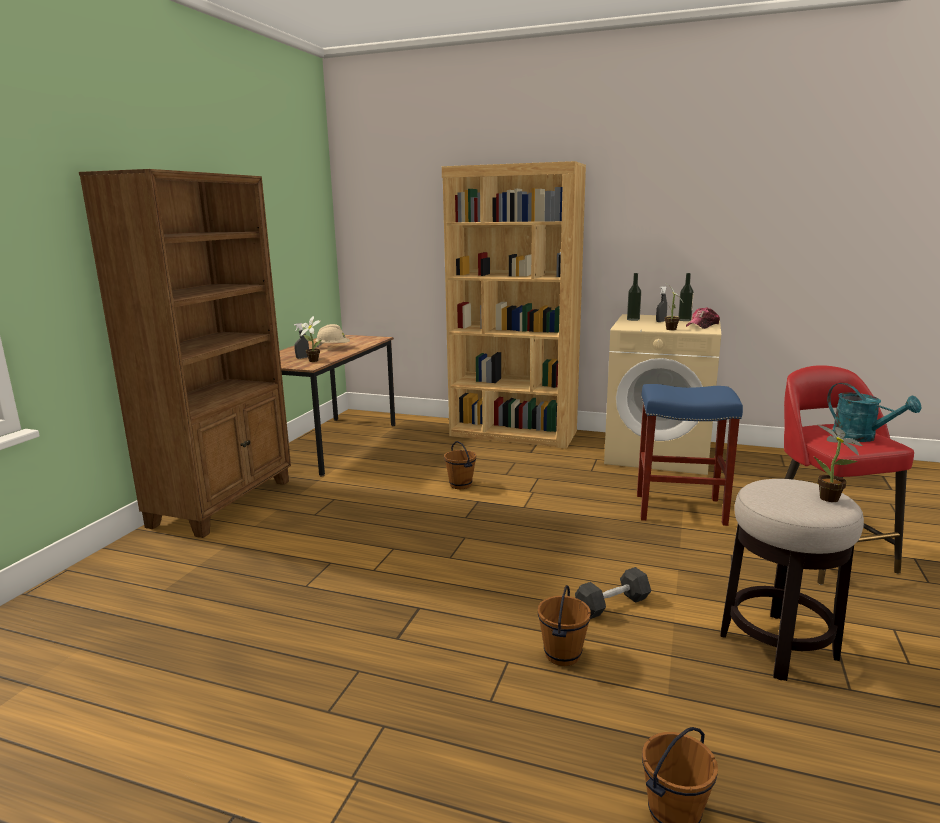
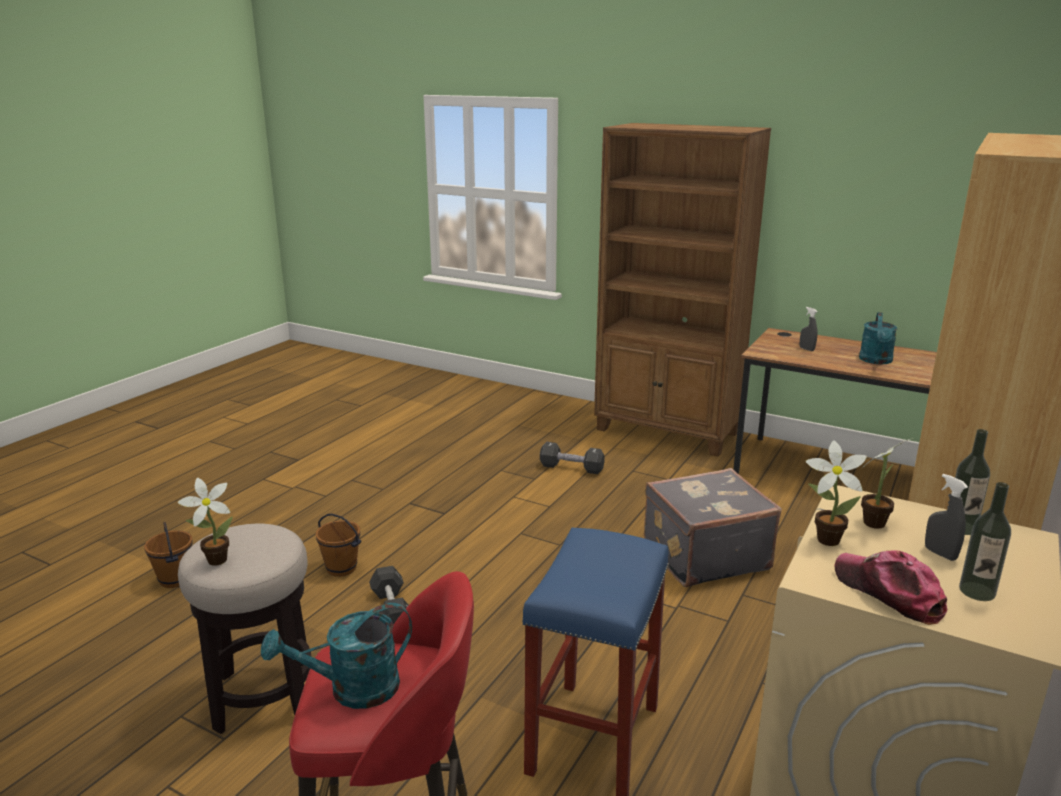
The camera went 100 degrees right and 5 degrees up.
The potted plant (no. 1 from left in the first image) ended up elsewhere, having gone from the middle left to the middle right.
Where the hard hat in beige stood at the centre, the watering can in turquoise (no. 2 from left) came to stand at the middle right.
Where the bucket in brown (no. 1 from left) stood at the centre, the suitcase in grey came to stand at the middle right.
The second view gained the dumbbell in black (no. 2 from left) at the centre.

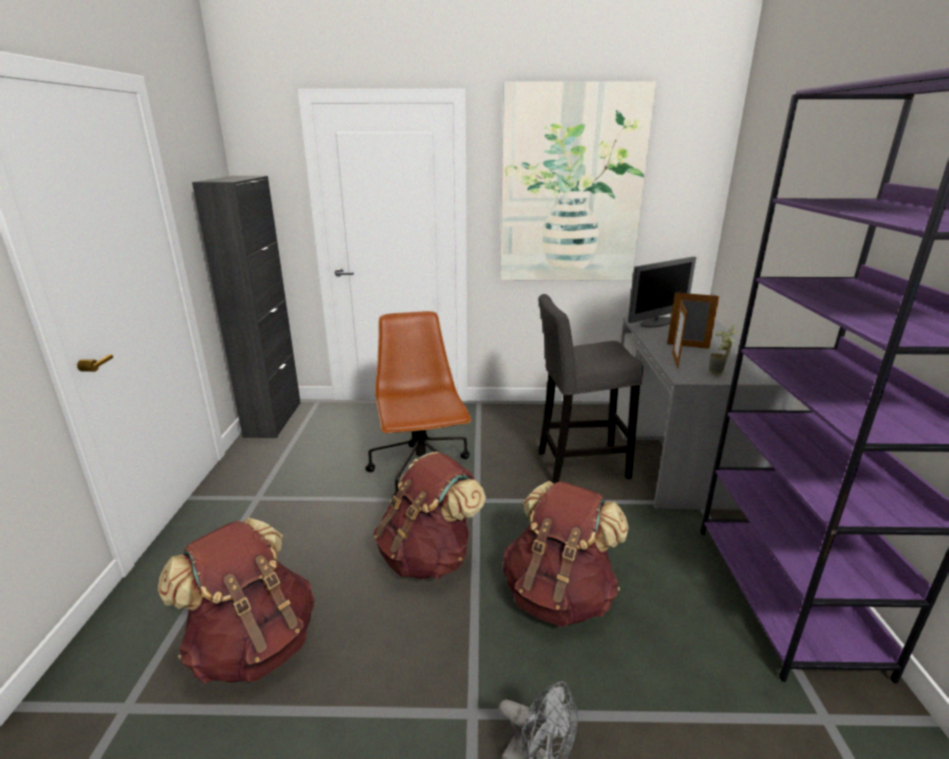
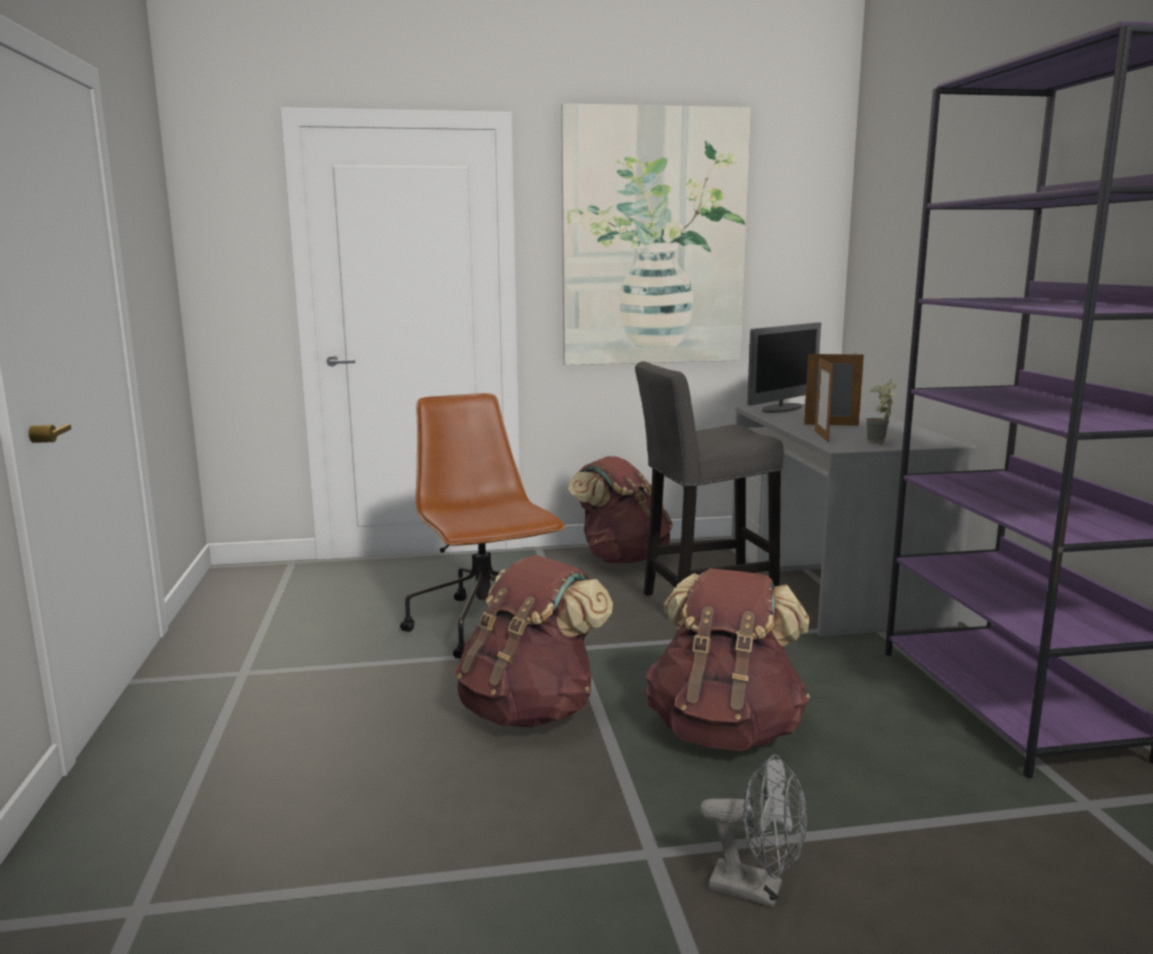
The camera went 10 degrees left and 10 degrees down.
The backpack in brown (no. 1 from left in the first image) ended up elsewhere, having gone from the bottom left to the centre.
The second view lost the cabinet in black at the middle left.

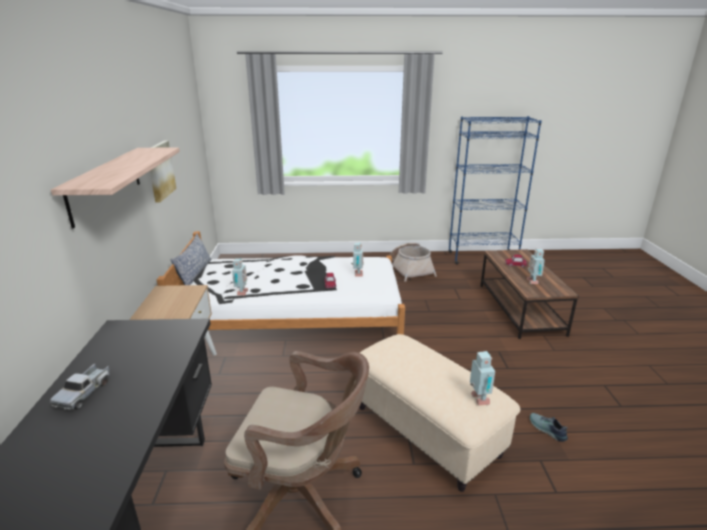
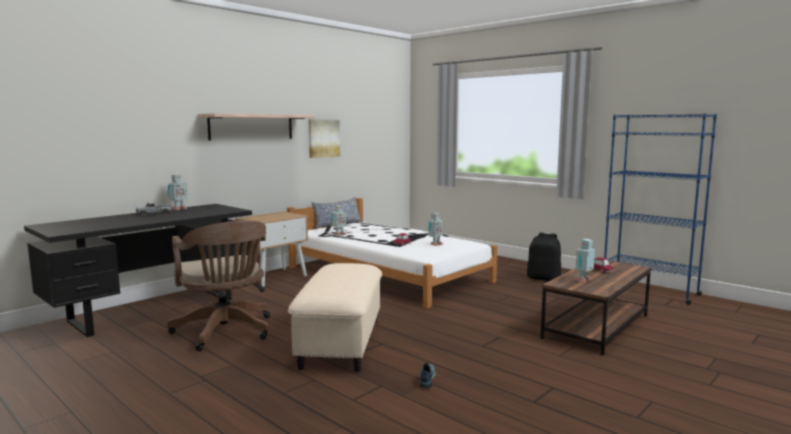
The camera went 45 degrees right and 15 degrees down.
Where the basket stood at the centre, the backpack in black came to stand at the middle right.
The toy robot (no. 3 from left in the first image) ended up elsewhere, having gone from the bottom right to the middle left.

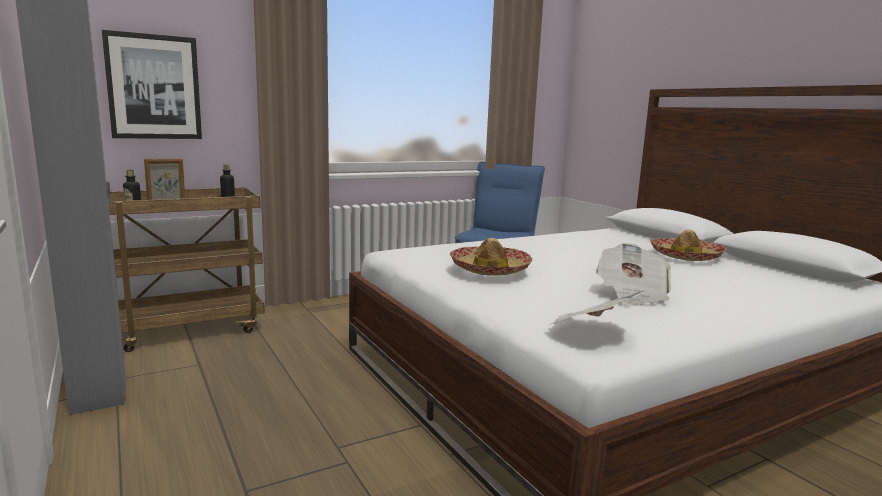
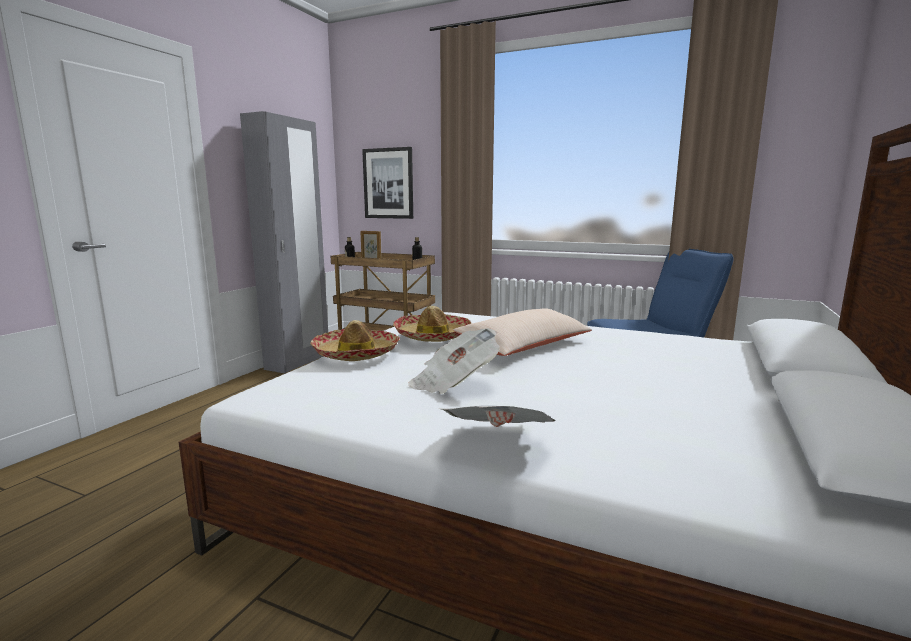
The camera went 55 degrees right and 0 degrees up.
The newspaper (no. 1 from left in the first image) ended up elsewhere, having gone from the middle right to the centre.
The hat (no. 2 from left in the first image) ended up elsewhere, having gone from the middle right to the centre.
The second view gained the pillow in beige at the centre.

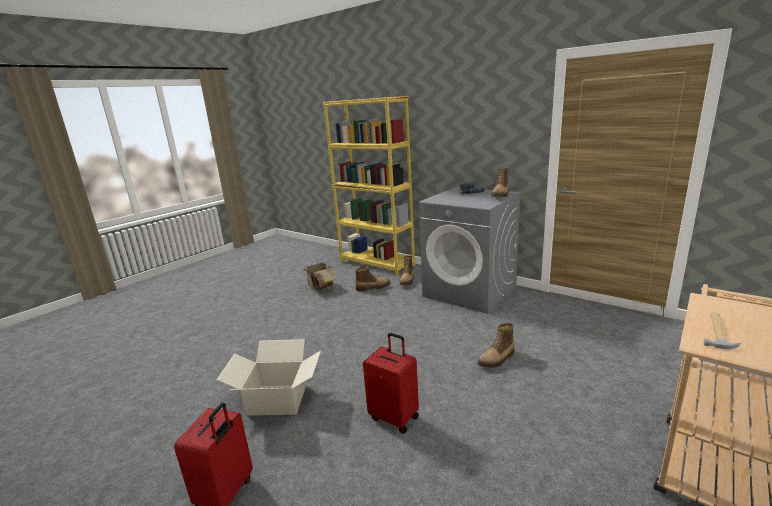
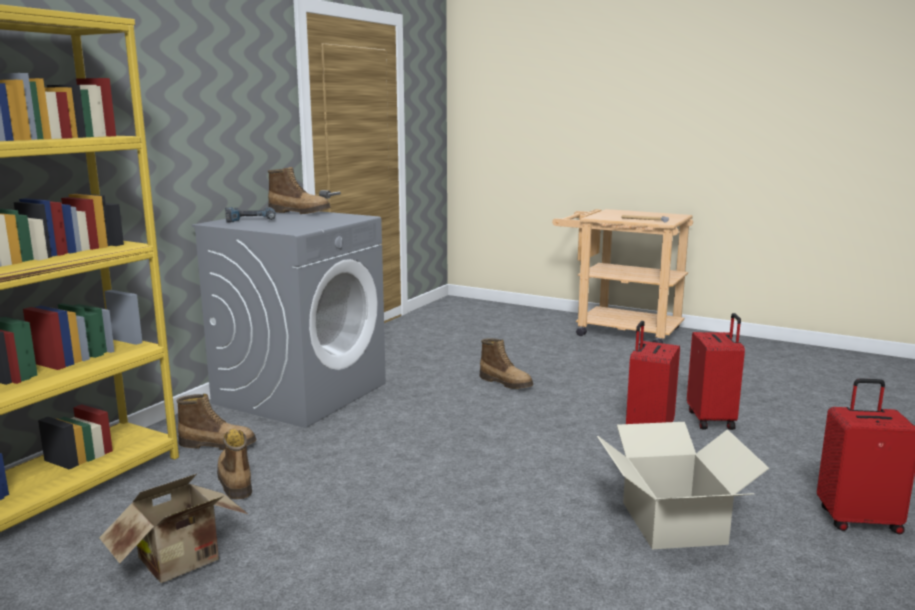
The camera went 100 degrees left and 5 degrees down.
The second view gained the suitcase in red (no. 2 from left) at the middle right.

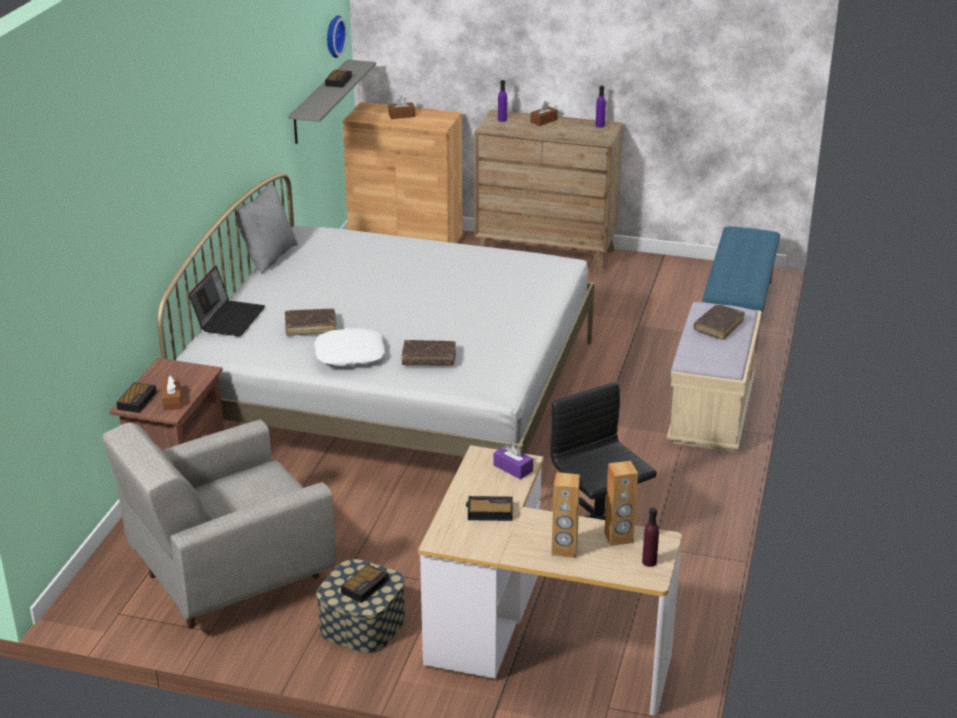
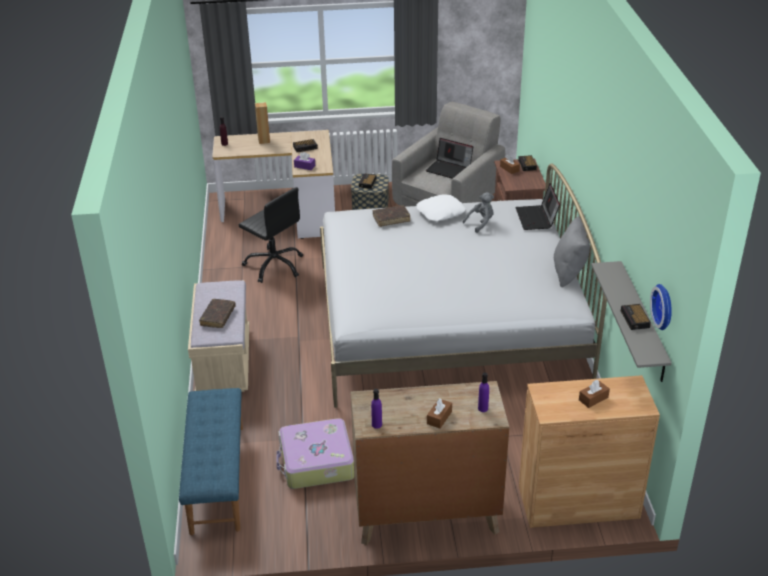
The camera went 160 degrees right and 5 degrees up.
Where the book in brown (no. 1 from left) stood at the middle left, the plush toy in grey came to stand at the centre.
The second view lost the speaker in brown (no. 2 from left) at the bottom centre.
The second view gained the suitcase at the bottom centre.
The second view gained the laptop (no. 1 from left) at the top centre.

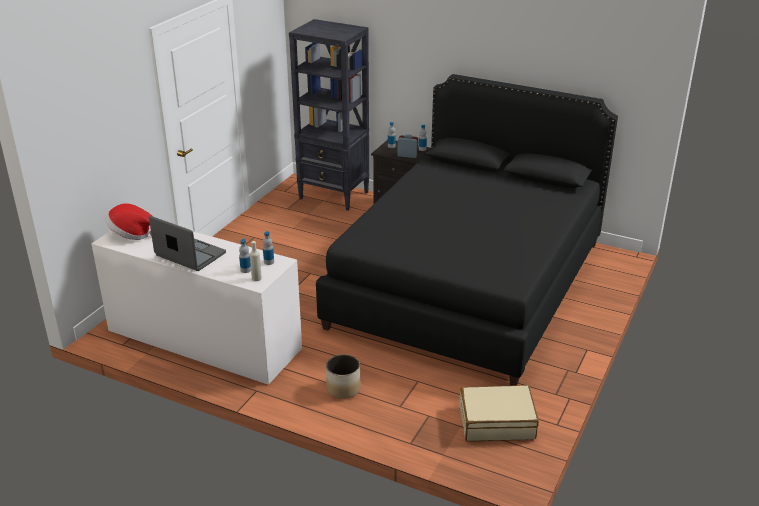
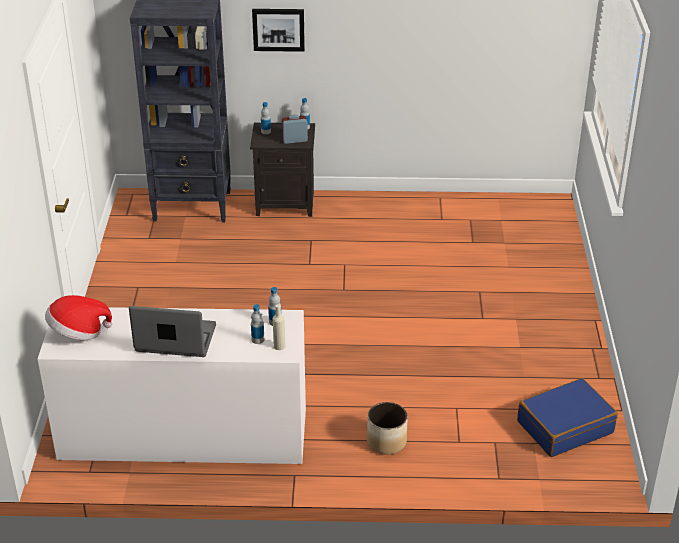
The camera went 25 degrees left and 5 degrees up.
The second view lost the bed in black at the centre.
What was the suitcase in beige at the bottom centre turned into the suitcase in blue at the bottom right.
The second view gained the picture at the top centre.

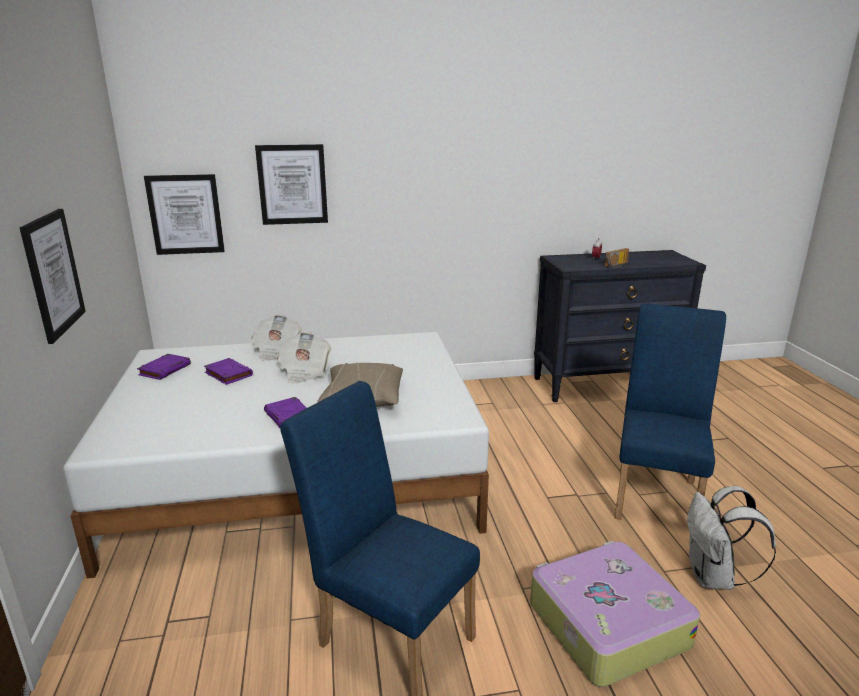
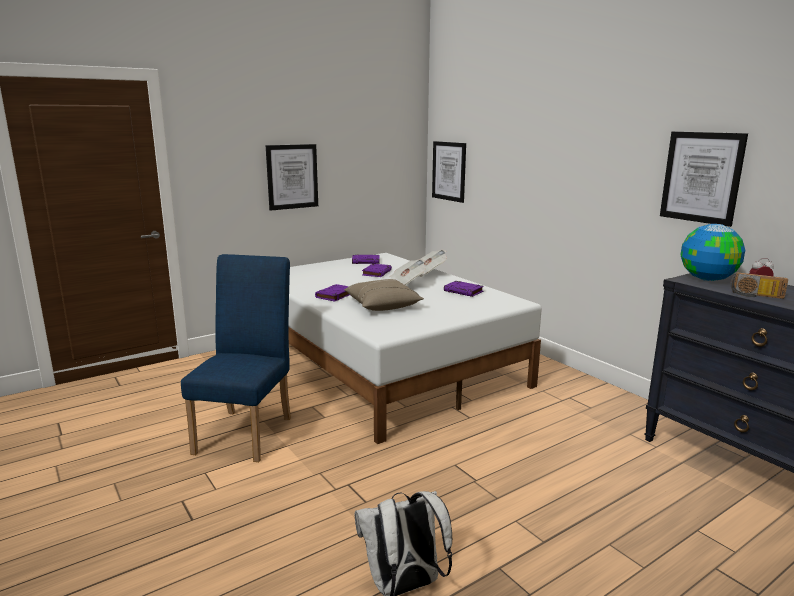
The camera went 65 degrees right and 5 degrees down.
The picture (no. 3 from left) ended up elsewhere, having gone from the top centre to the top right.
The second view lost the suitcase at the bottom right.
The second view lost the chair in blue (no. 2 from left) at the middle right.
The second view gained the book in purple (no. 4 from left) at the centre.
The second view gained the globe at the middle right.

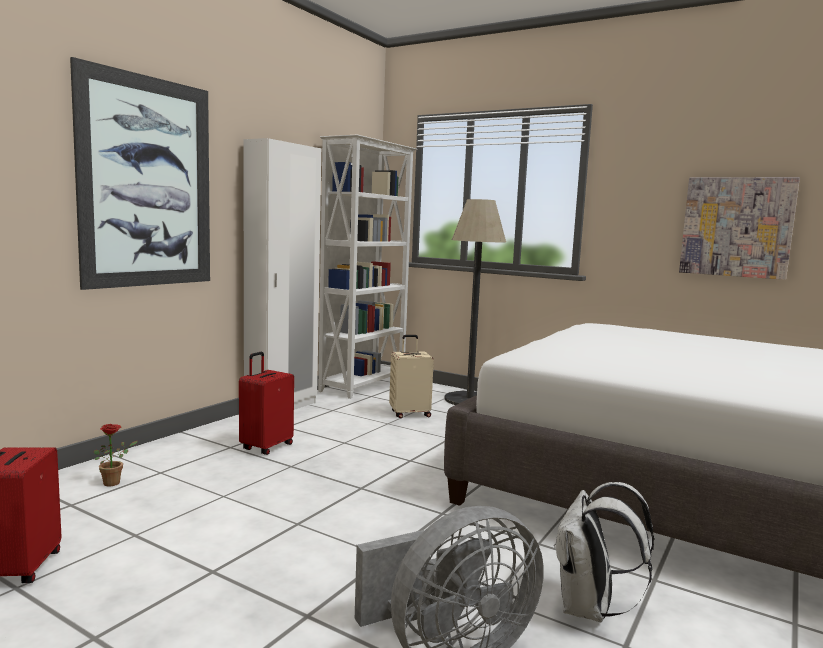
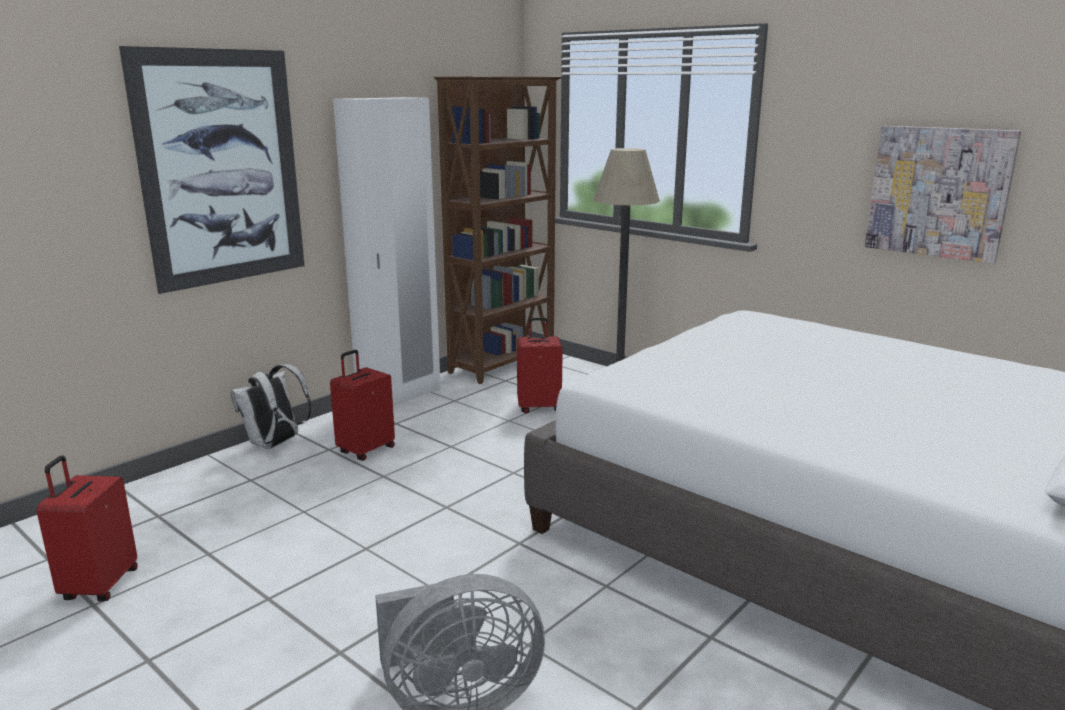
The camera went 10 degrees right and 10 degrees up.
The second view lost the potted plant at the bottom left.
What was the bookcase in white at the centre turned into the bookcase in brown at the top centre.
What was the suitcase in beige at the centre turned into the suitcase in red (no. 3 from left) at the centre.
The backpack in white ended up elsewhere, having gone from the bottom right to the middle left.

